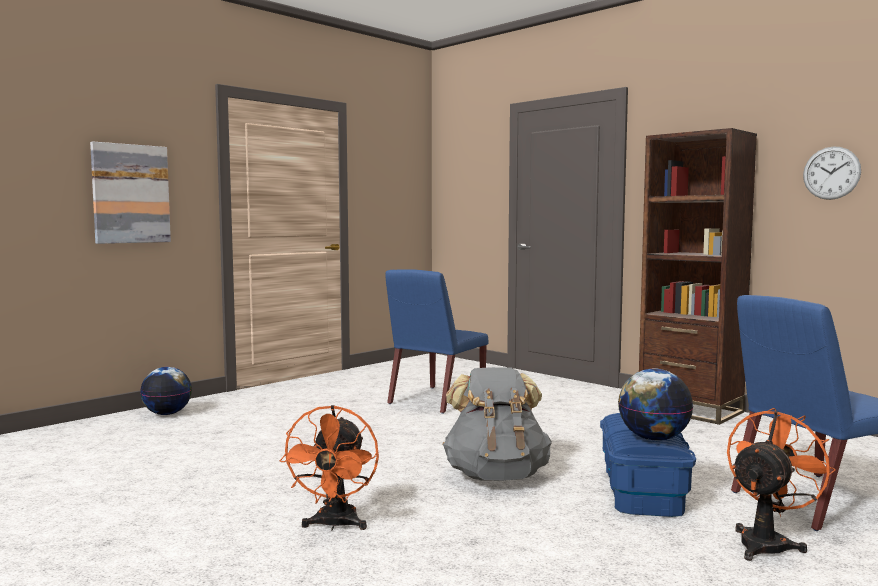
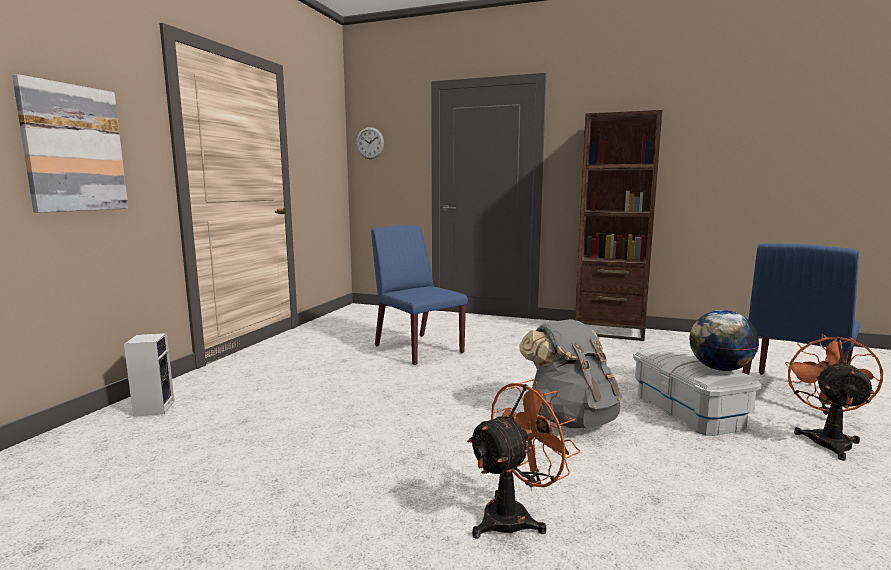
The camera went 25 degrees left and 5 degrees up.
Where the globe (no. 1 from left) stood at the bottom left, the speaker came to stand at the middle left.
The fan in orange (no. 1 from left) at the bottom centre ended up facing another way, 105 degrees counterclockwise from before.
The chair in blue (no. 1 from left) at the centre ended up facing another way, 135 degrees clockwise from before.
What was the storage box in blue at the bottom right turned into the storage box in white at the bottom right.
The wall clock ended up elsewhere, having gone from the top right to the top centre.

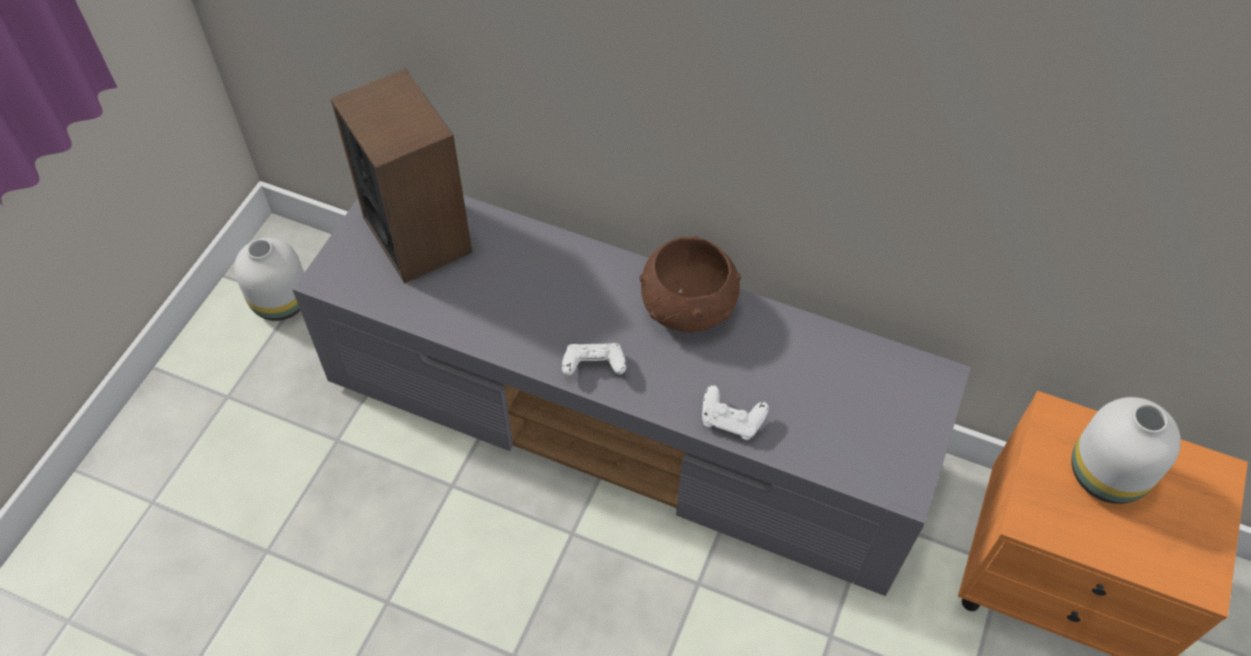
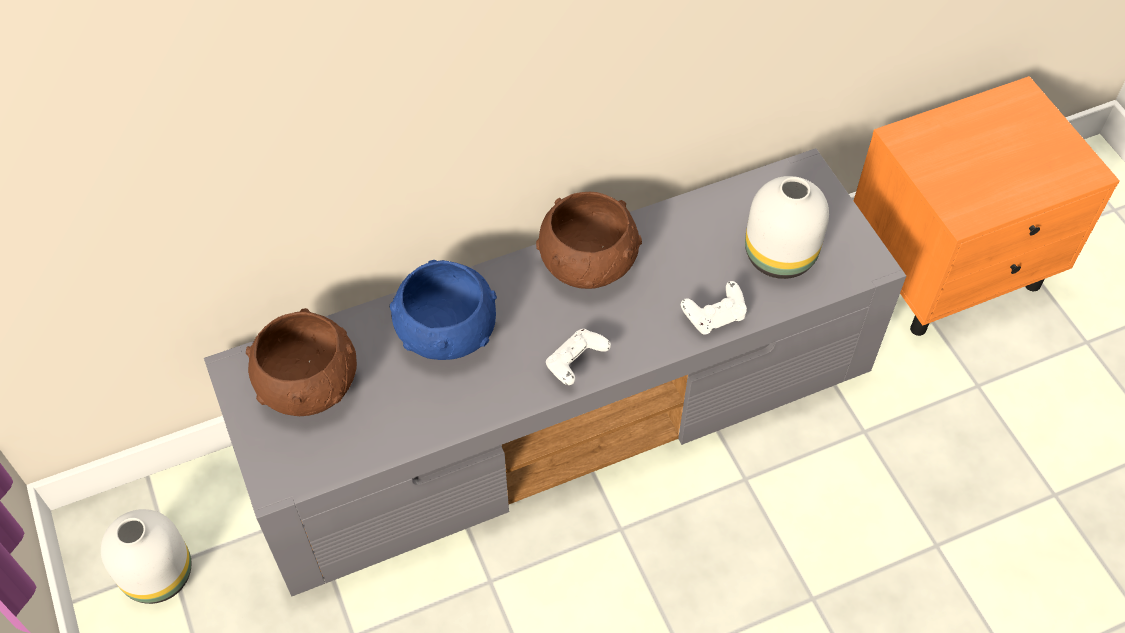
The camera went 45 degrees left and 0 degrees up.
Where the speaker stood at the top left, the bowl in brown (no. 1 from left) came to stand at the middle left.
The vase in white (no. 2 from left) ended up elsewhere, having gone from the bottom right to the middle right.
The second view gained the bowl in blue at the centre.

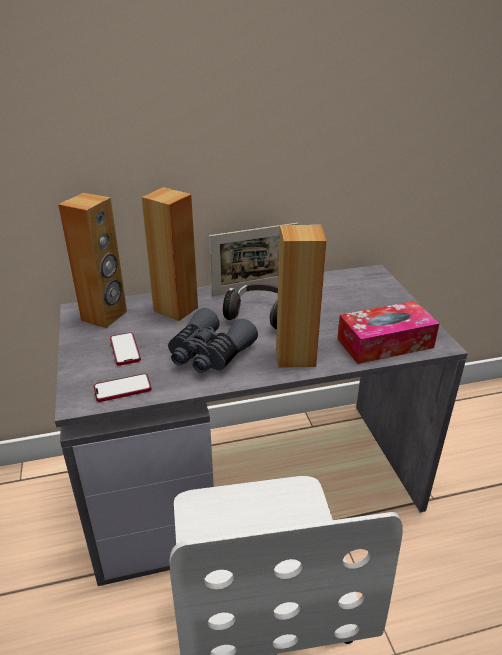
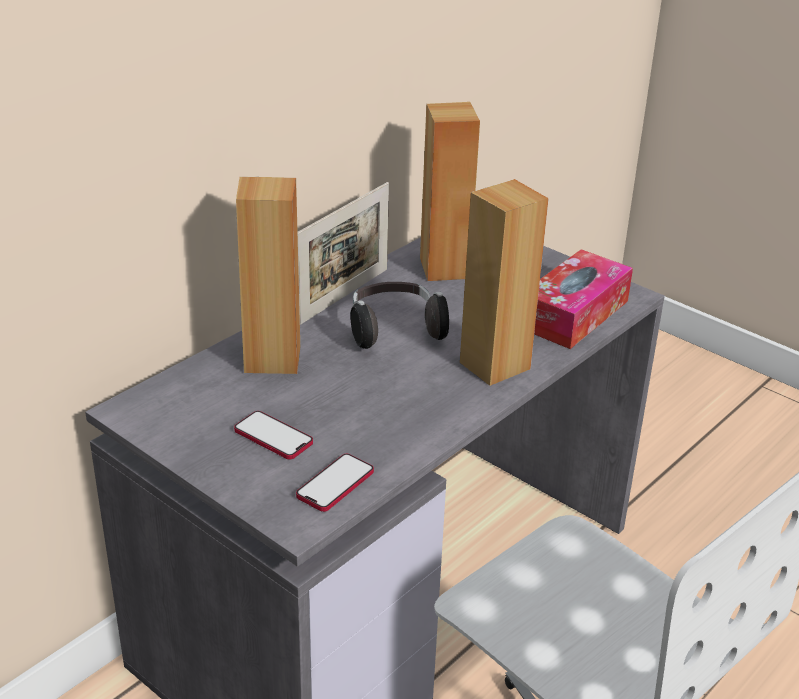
The camera went 35 degrees left and 0 degrees up.
The speaker in brown (no. 1 from left in the first image) ended up elsewhere, having gone from the middle left to the top centre.
The second view lost the binoculars in grey at the centre.

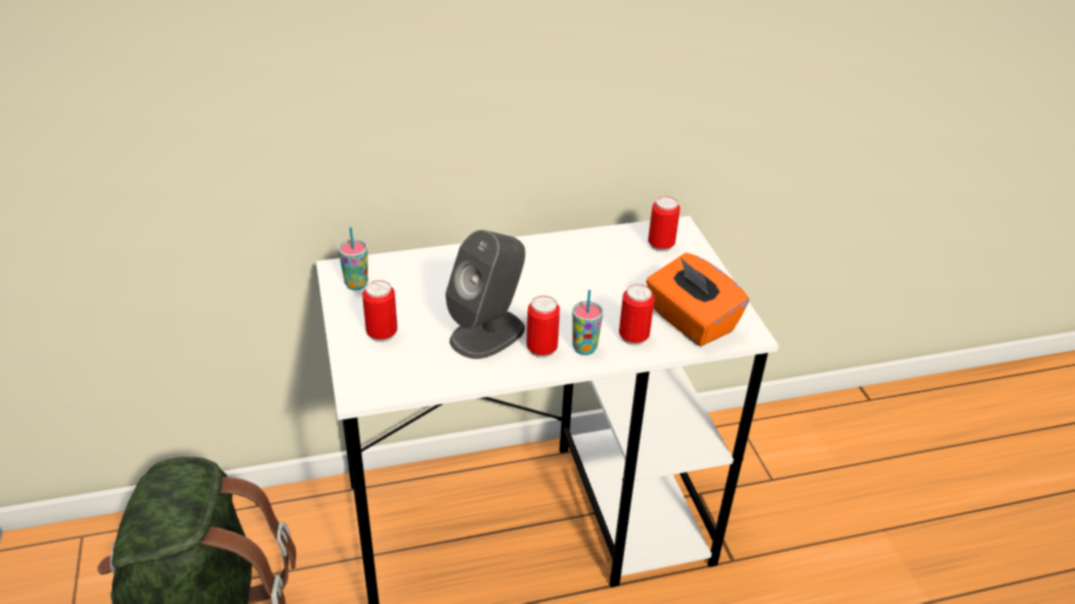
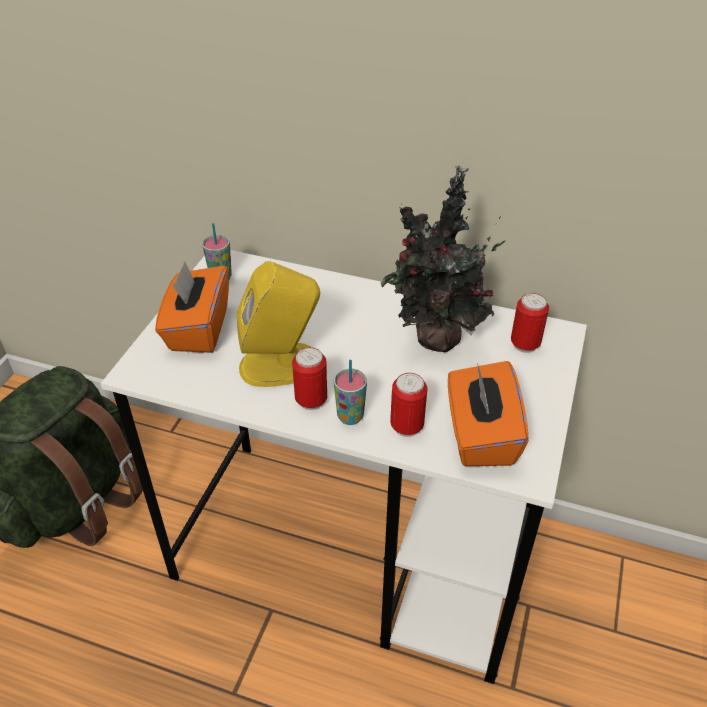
The camera went 35 degrees right and 5 degrees up.
Where the can (no. 1 from left) stood at the centre, the tissue box in orange (no. 1 from left) came to stand at the middle left.
What was the speaker in grey at the centre turned into the speaker in yellow at the centre.
The second view gained the potted plant at the centre.

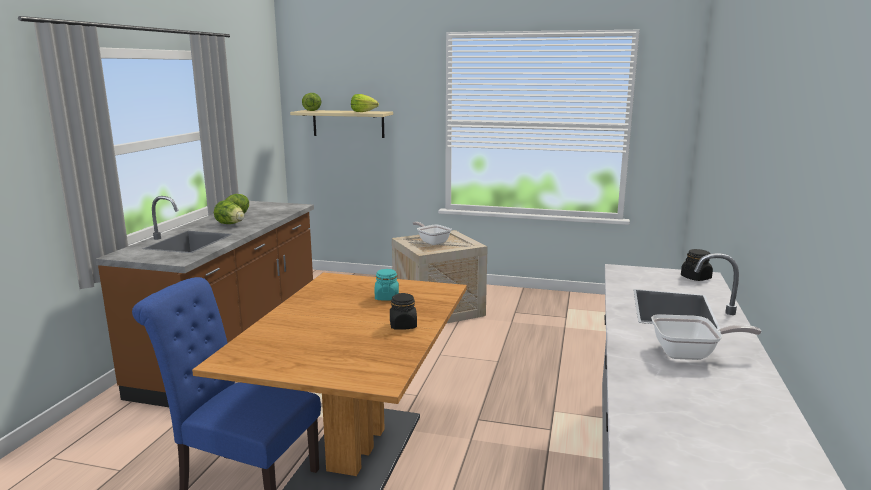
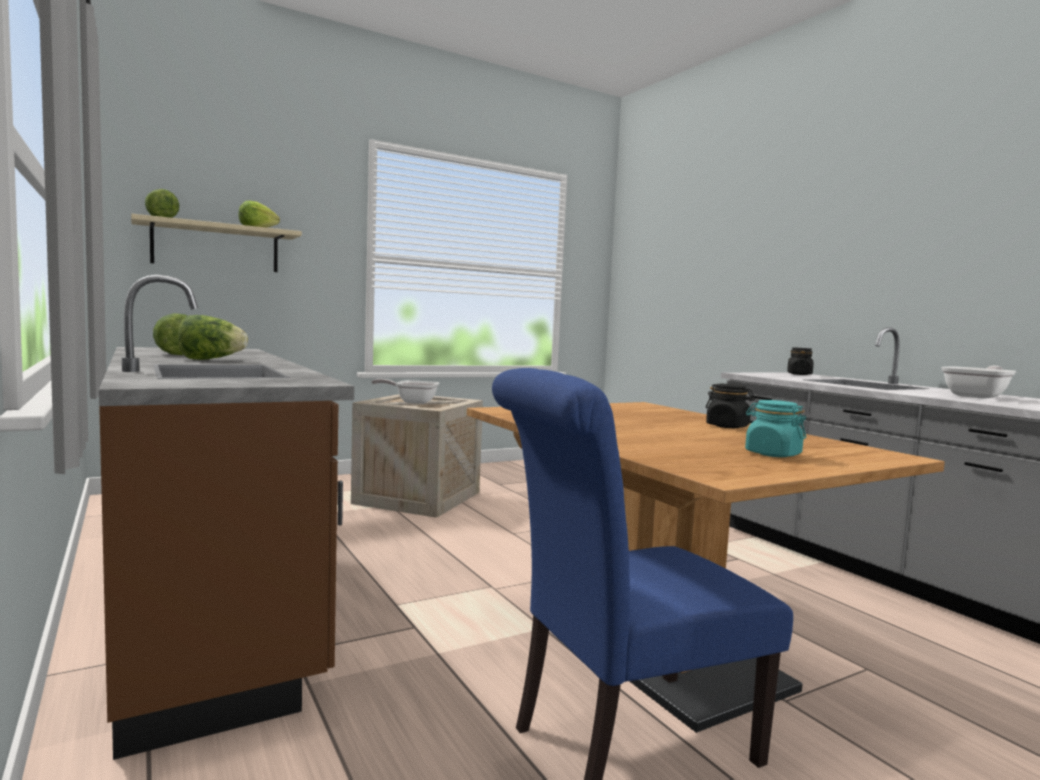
The camera went 45 degrees left and 10 degrees down.
The jar in turquoise ended up elsewhere, having gone from the centre to the middle right.

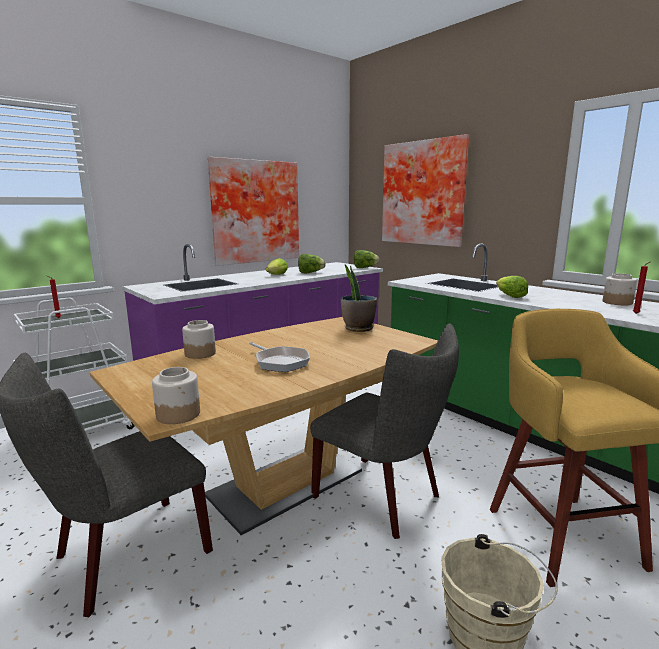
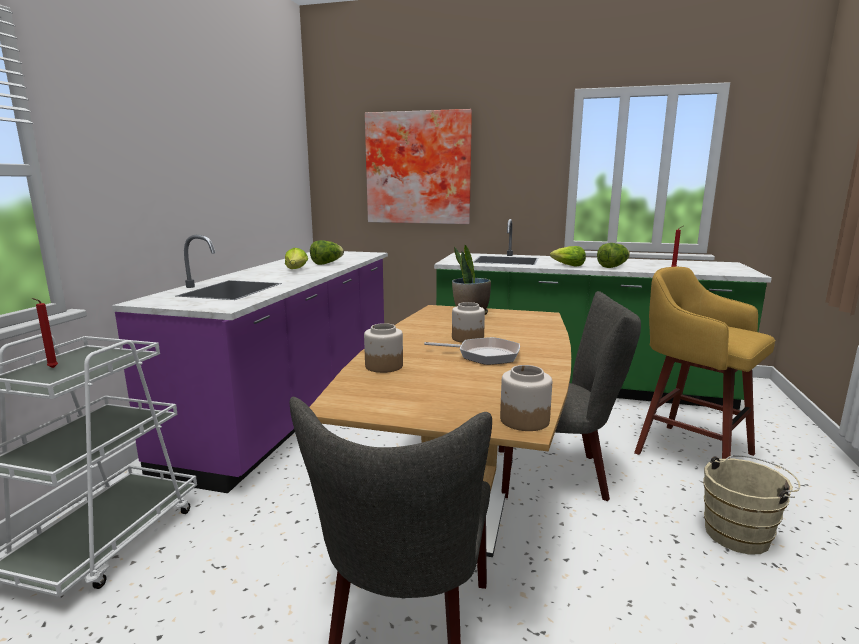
The camera went 35 degrees left and 0 degrees up.
The second view lost the picture (no. 1 from left) at the top centre.
The lettuce (no. 3 from left in the first image) ended up elsewhere, having gone from the centre to the middle right.
The jar (no. 3 from left in the first image) ended up elsewhere, having gone from the middle right to the centre.

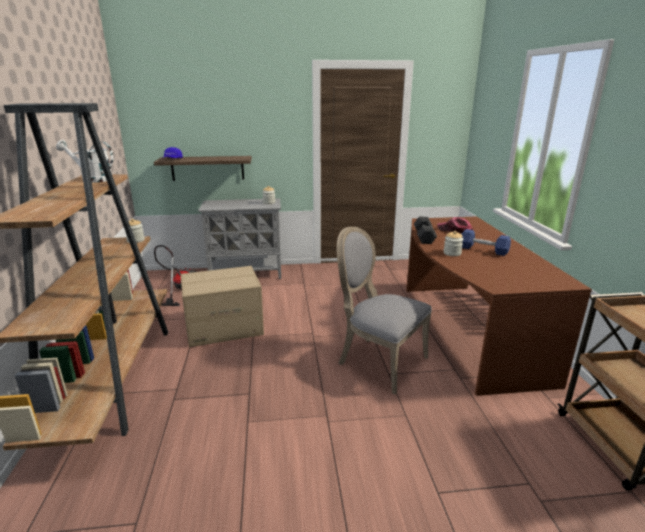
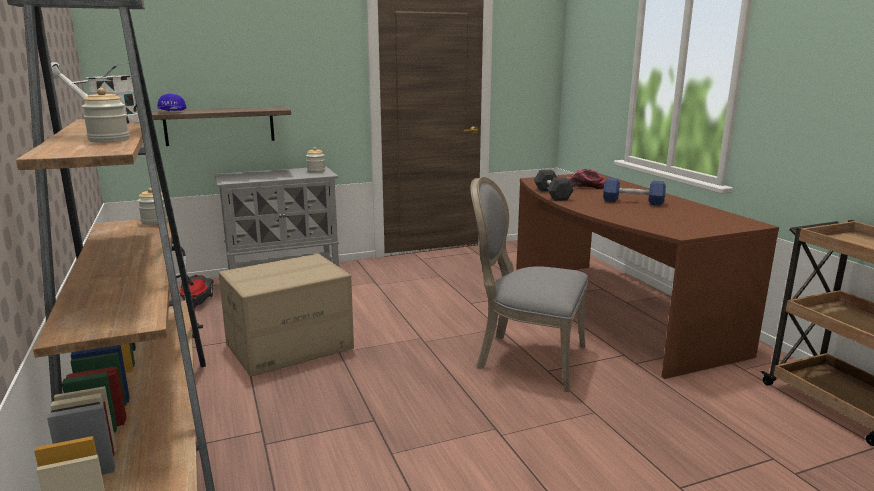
The camera went 15 degrees left and 5 degrees down.
The jar (no. 3 from left in the first image) ended up elsewhere, having gone from the middle right to the top left.

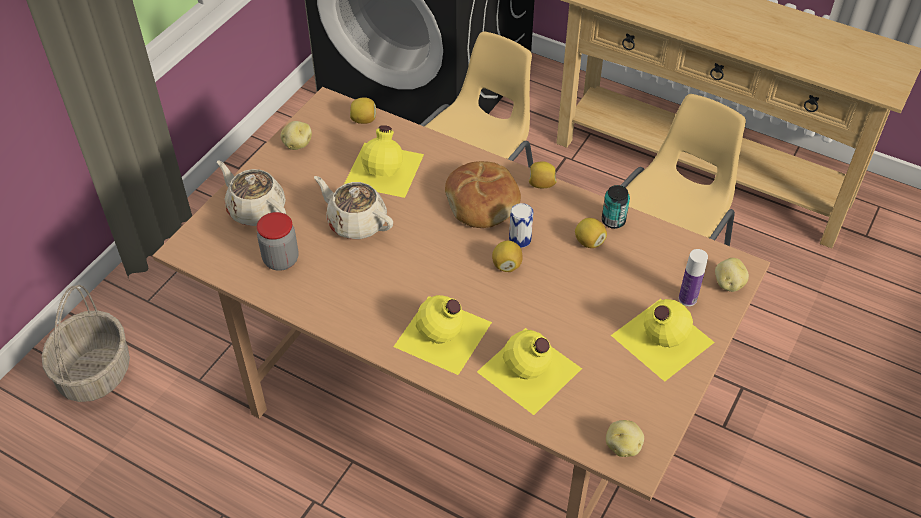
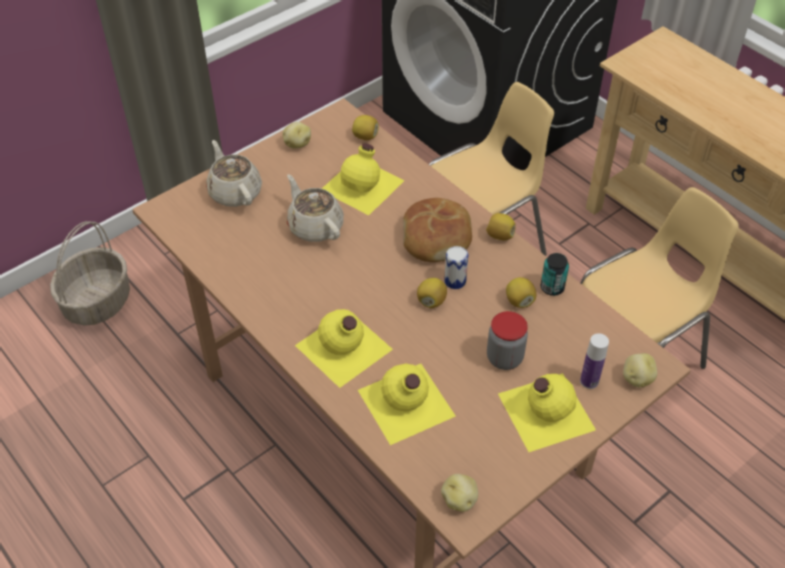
The camera went 20 degrees right and 0 degrees up.
The jar ended up elsewhere, having gone from the middle left to the centre.

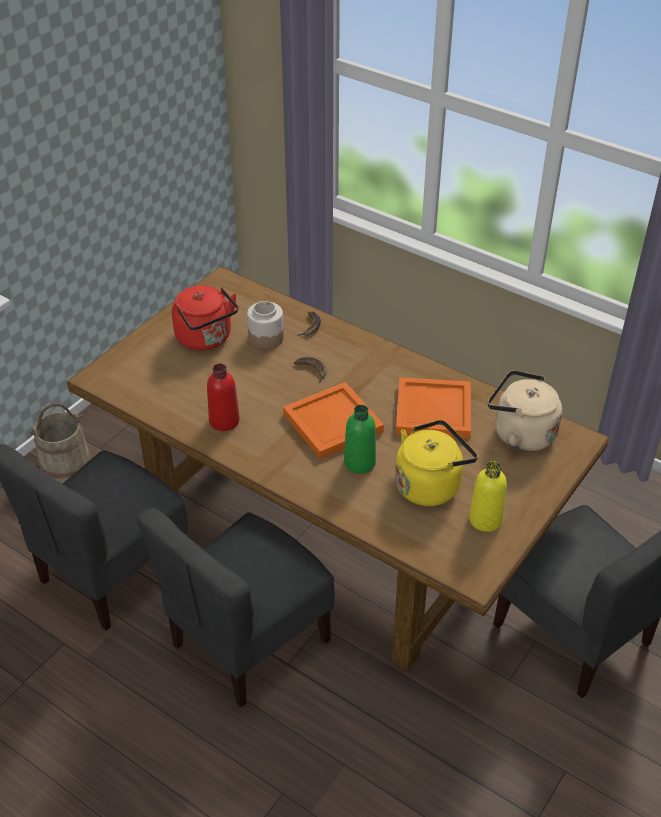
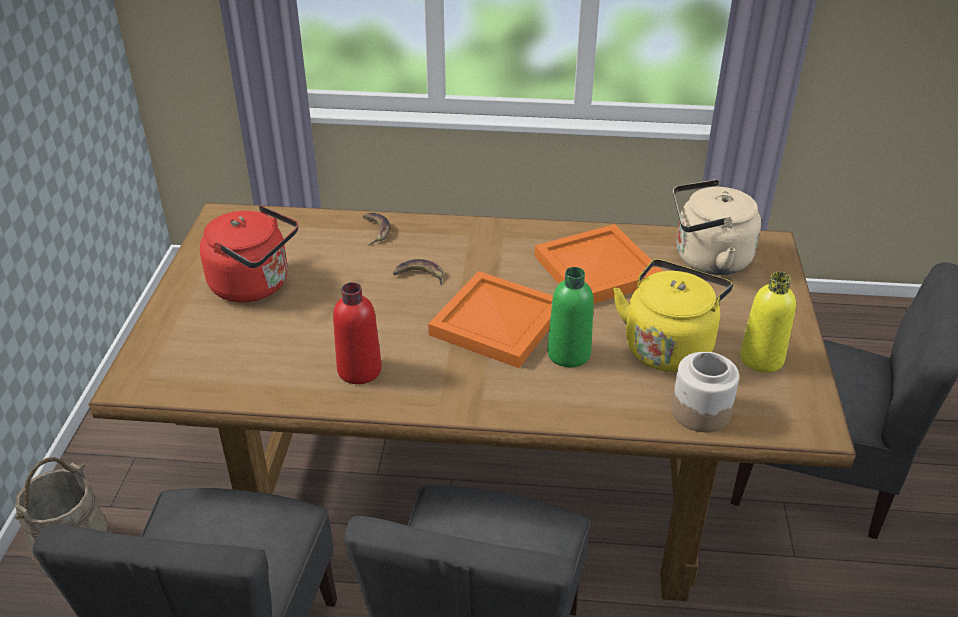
The camera went 30 degrees left and 5 degrees down.
The jar ended up elsewhere, having gone from the centre to the middle right.

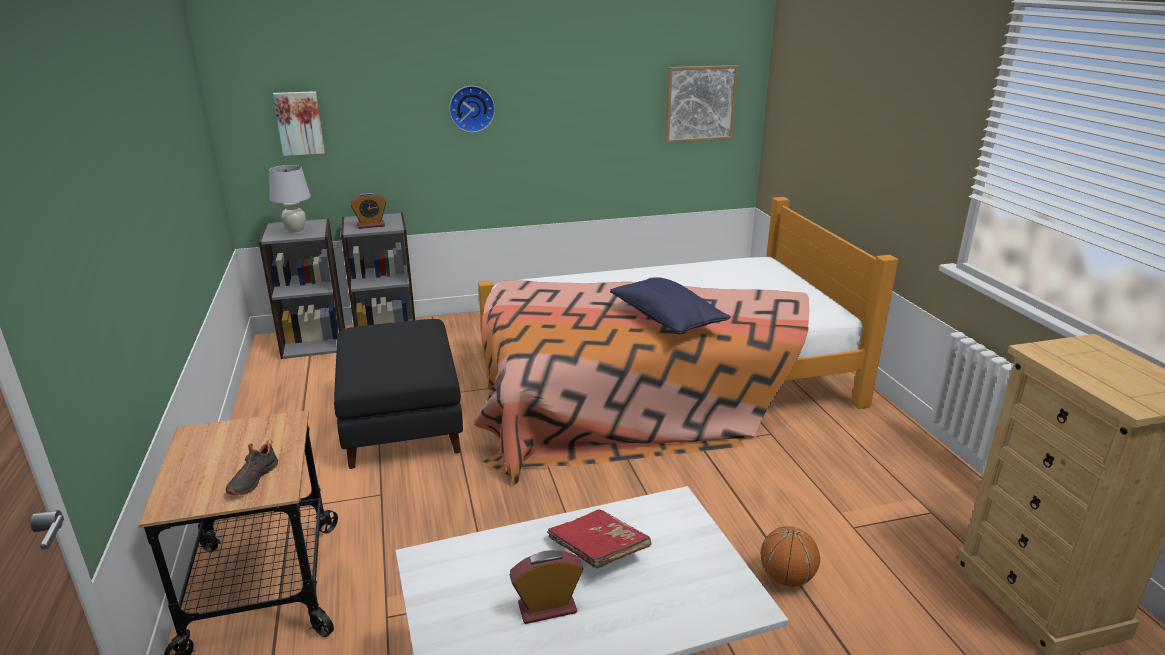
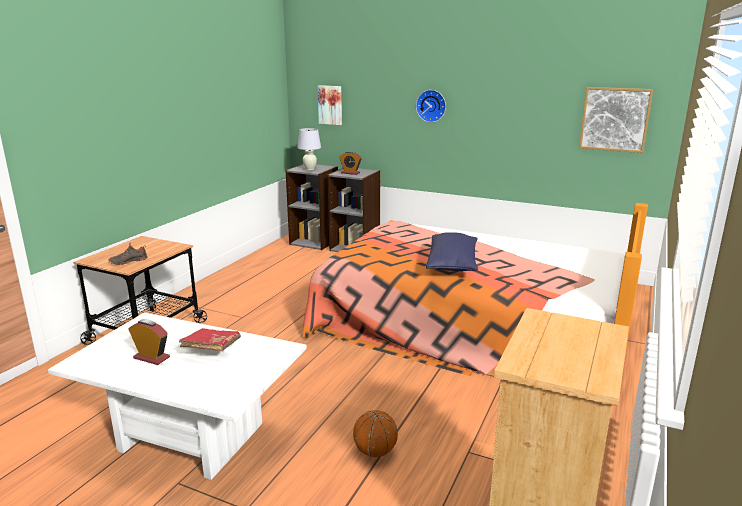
The camera went 40 degrees right and 5 degrees down.
The second view lost the ottoman in black at the centre.

